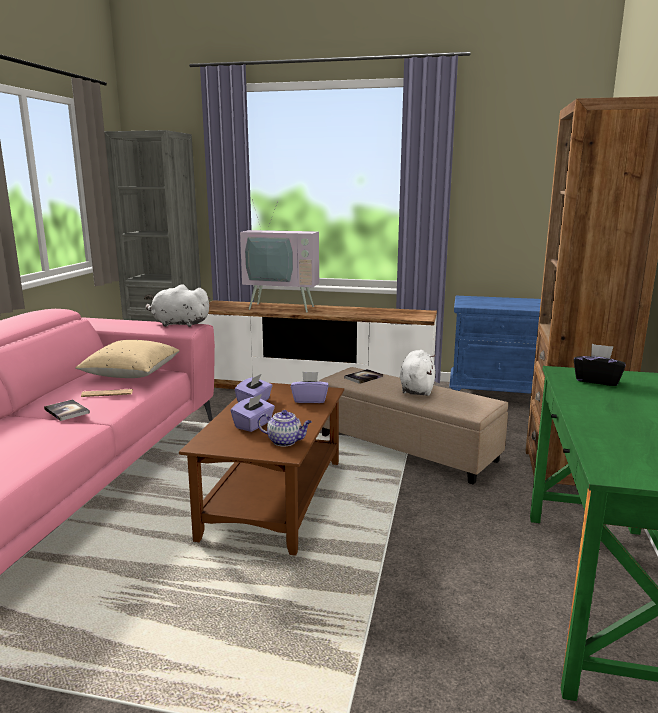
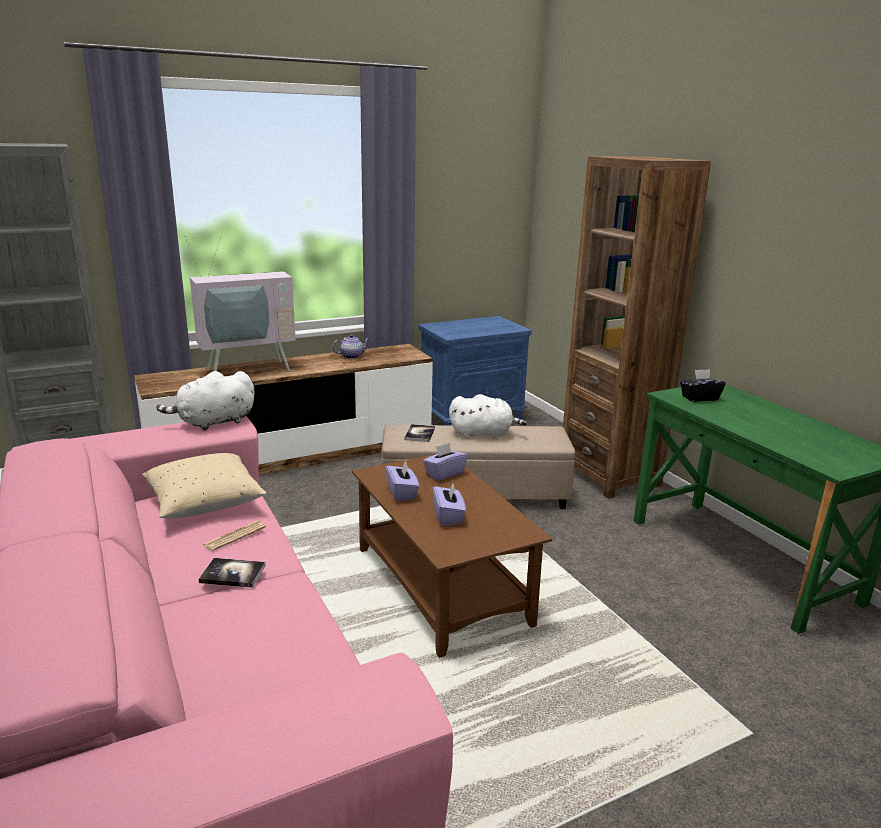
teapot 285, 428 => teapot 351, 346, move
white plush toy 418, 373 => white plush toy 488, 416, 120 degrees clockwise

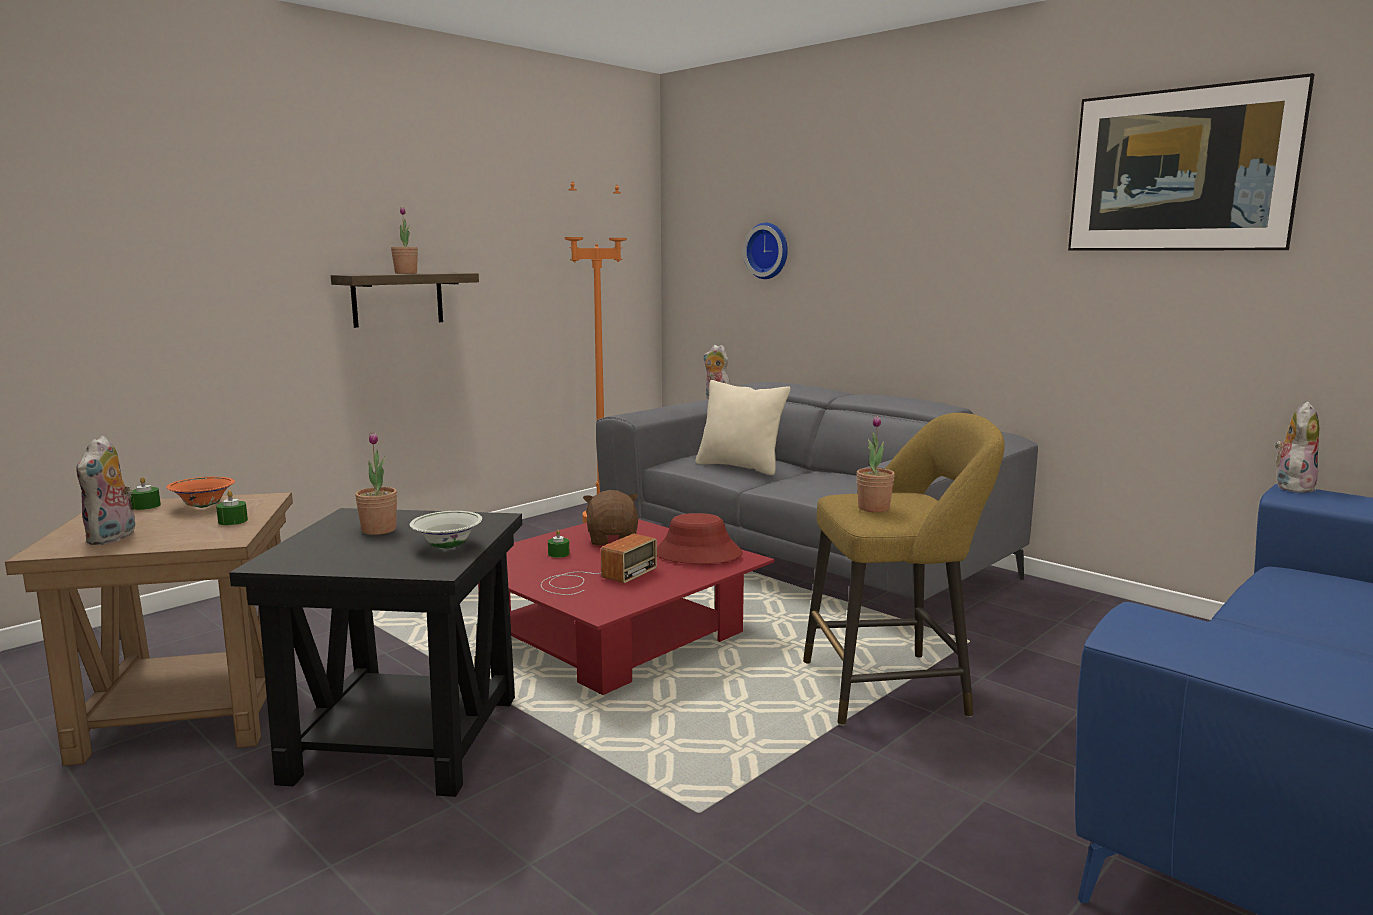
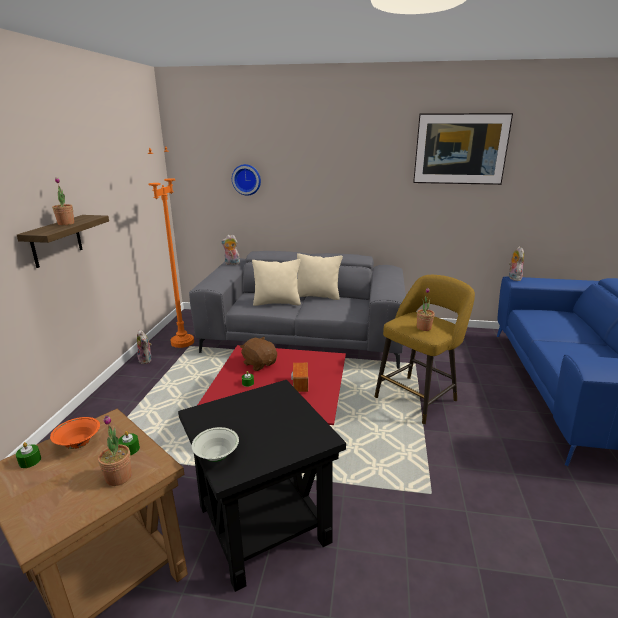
plush toy 105, 490 => plush toy 144, 347, move
potted plant 376, 483 => potted plant 115, 450, move
white bowl 446, 530 => white bowl 215, 444, move
red hat 700, 538 => nothing
nothing => beige pillow 320, 276

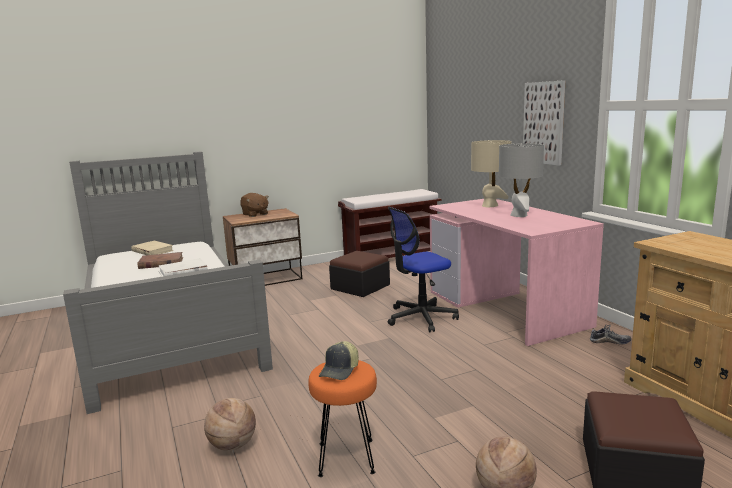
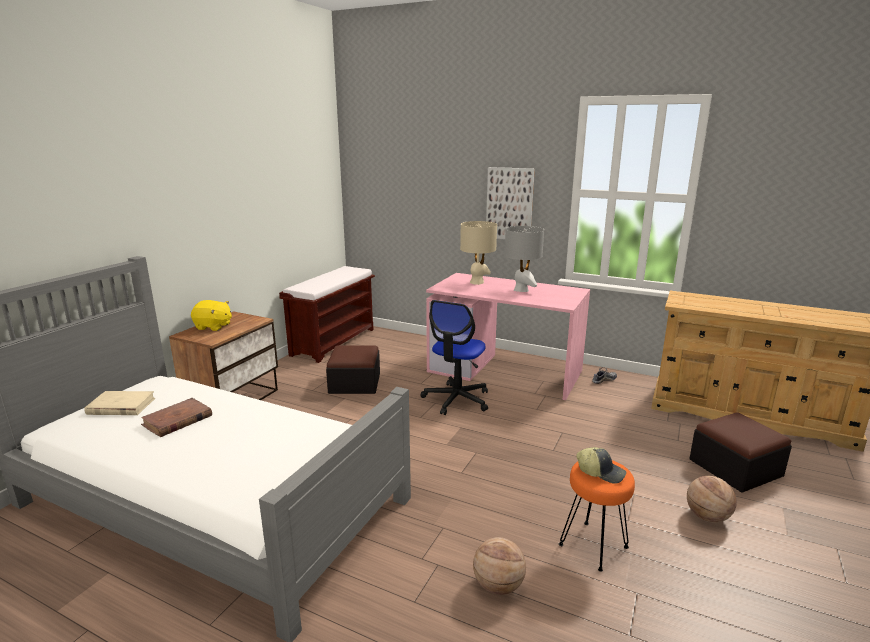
white book 183, 267 => nothing
brown plush toy 254, 205 => yellow plush toy 211, 315
cap 339, 360 => cap 601, 465, 45 degrees counterclockwise

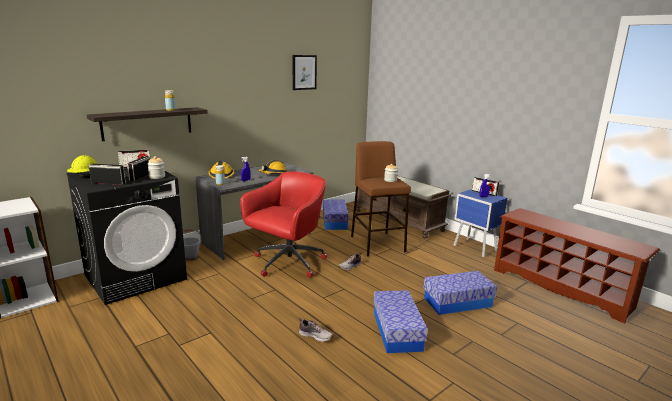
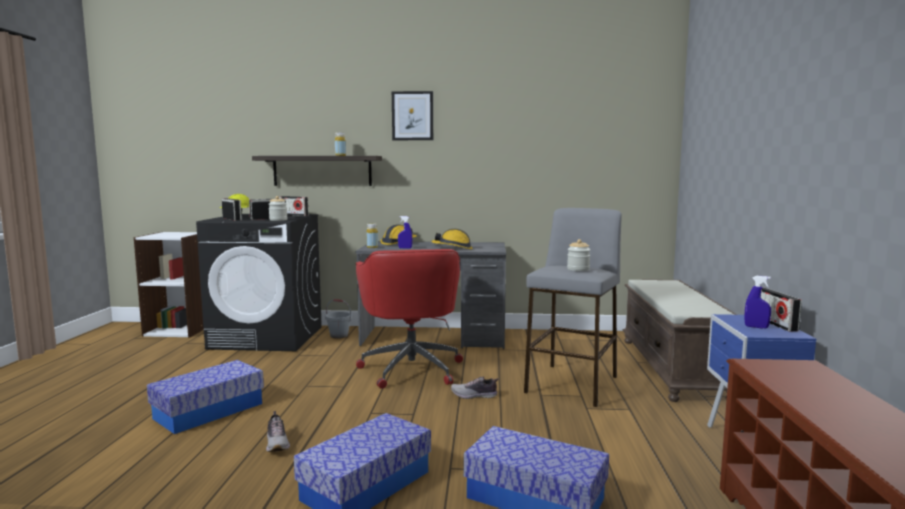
red office chair 283, 224 => red office chair 409, 319, 90 degrees clockwise
picture 304, 72 => picture 412, 115, move
storage box 336, 215 => storage box 205, 397, move
brown stool 381, 199 => grey stool 573, 307

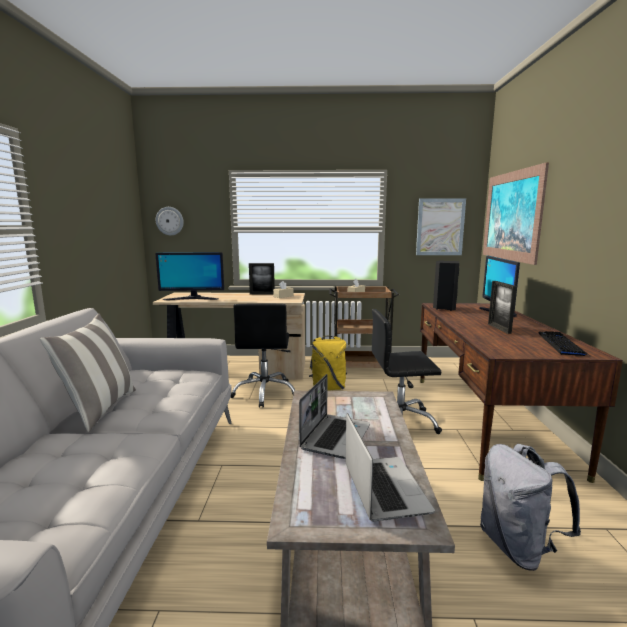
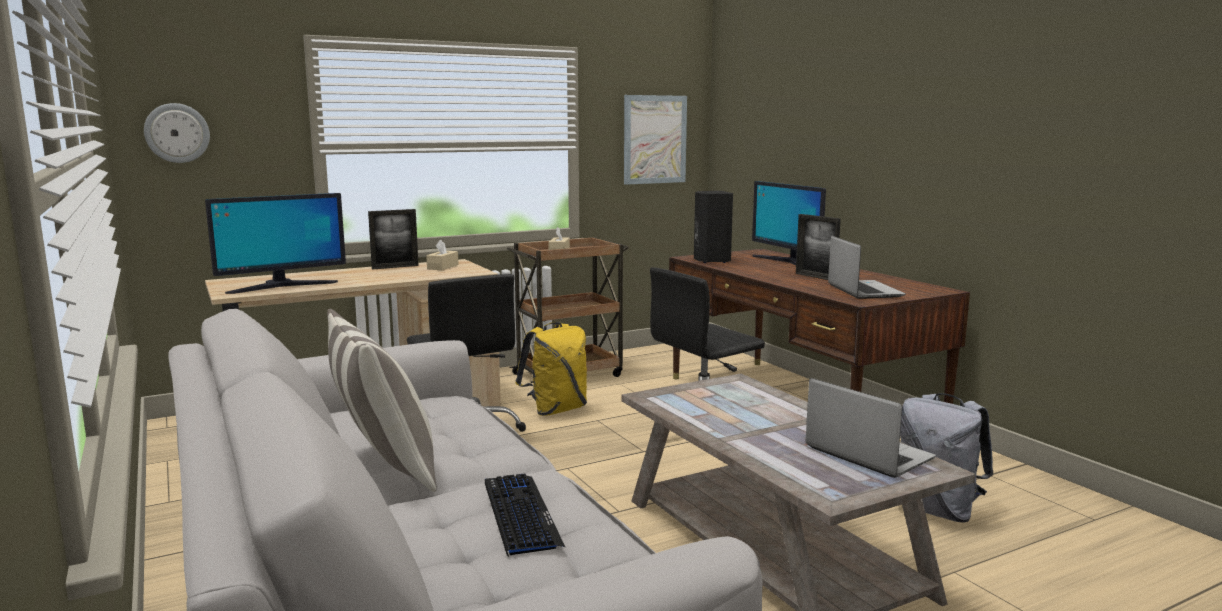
laptop 334, 416 => laptop 867, 267, move
picture 516, 213 => nothing
keyboard 563, 343 => keyboard 525, 515, move

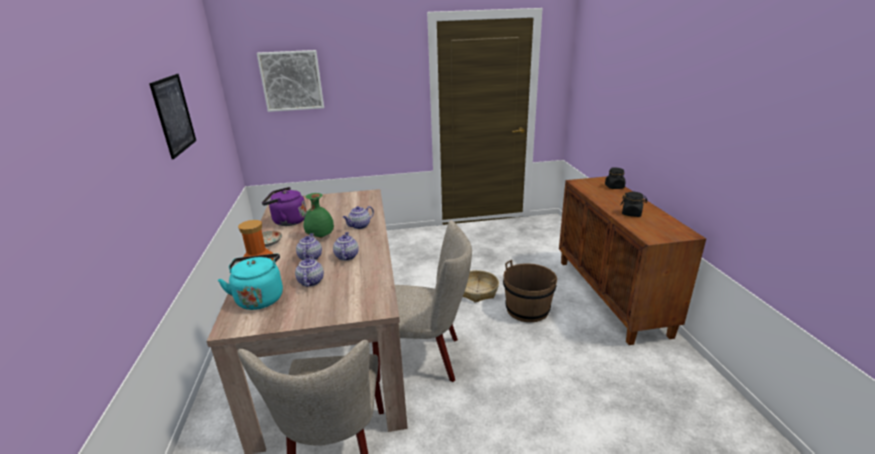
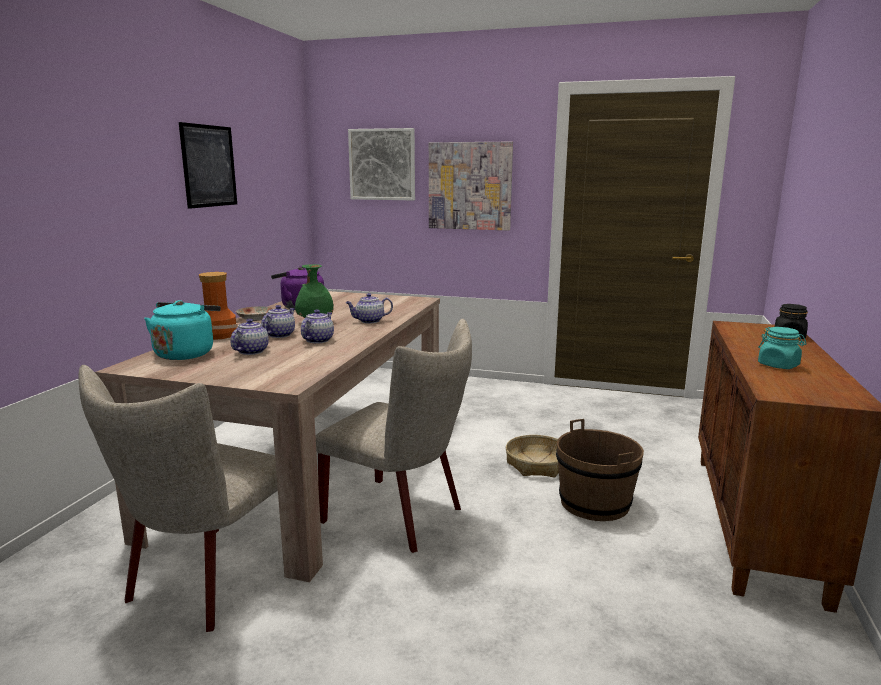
black jar 634, 204 => turquoise jar 782, 348
nothing => picture 471, 186

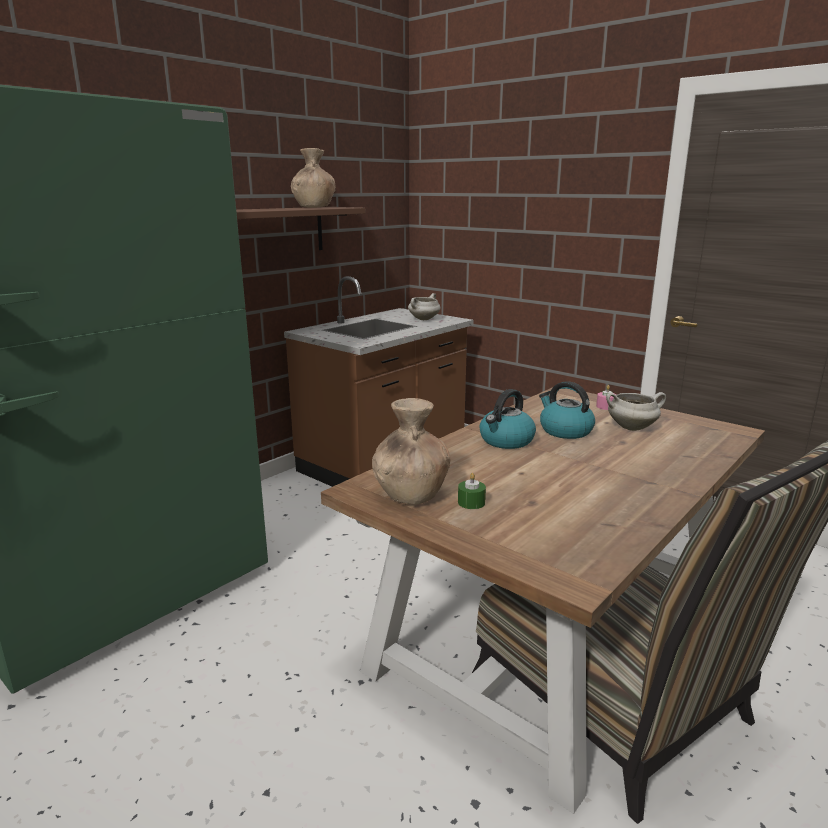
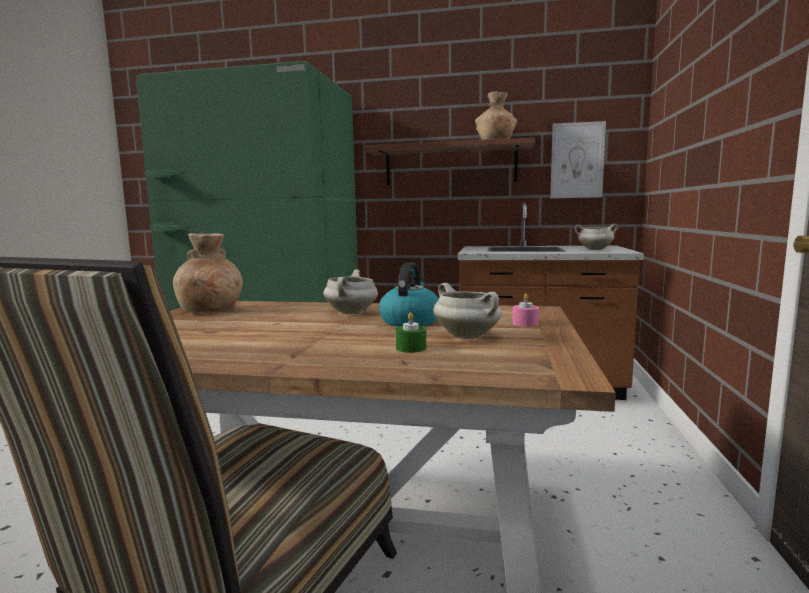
green candle 472, 491 => green candle 410, 332, move
kettle 508, 419 => white cooking pot 350, 292
nothing => picture 578, 159

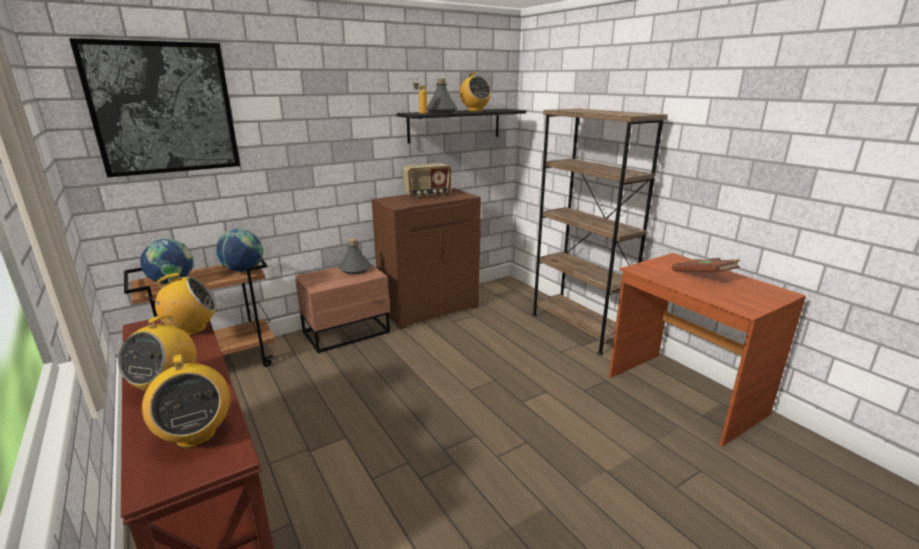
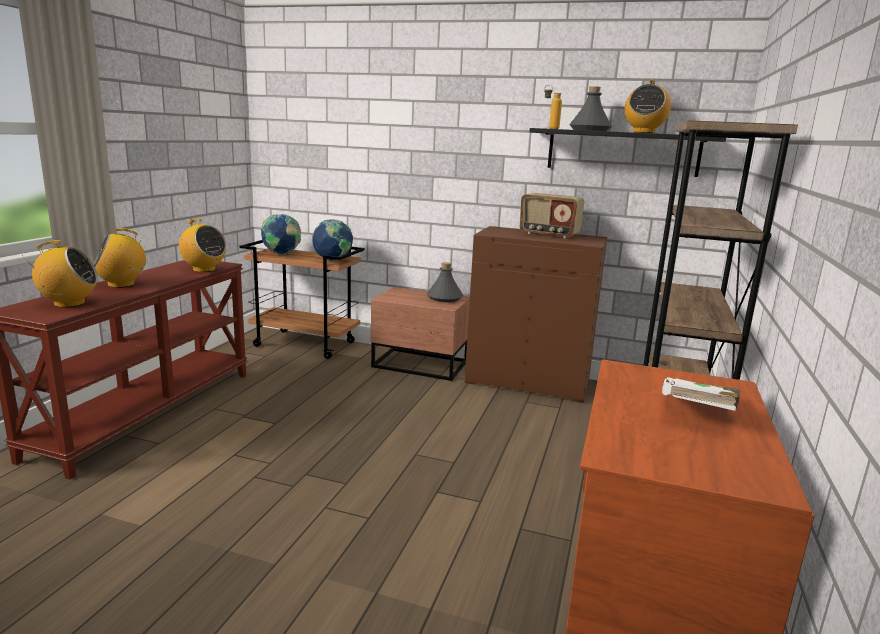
picture 154, 107 => nothing
radio 186, 401 => radio 60, 274, 120 degrees counterclockwise
brown book 706, 265 => white book 701, 394

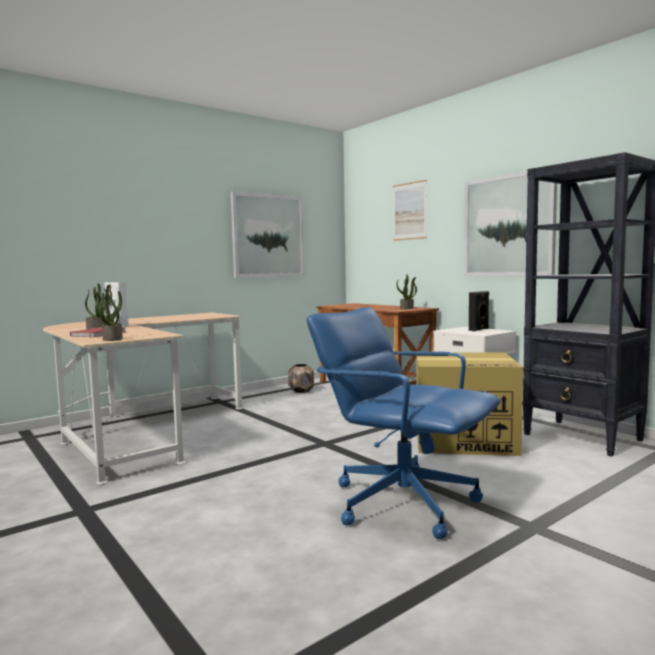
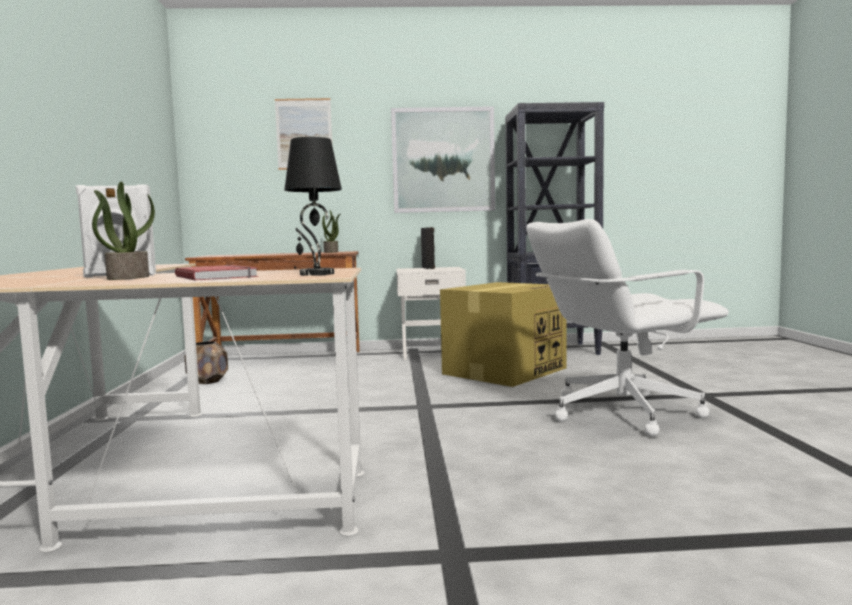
potted plant 108, 313 => black table lamp 313, 206
picture 268, 235 => nothing
blue office chair 404, 423 => white office chair 627, 327

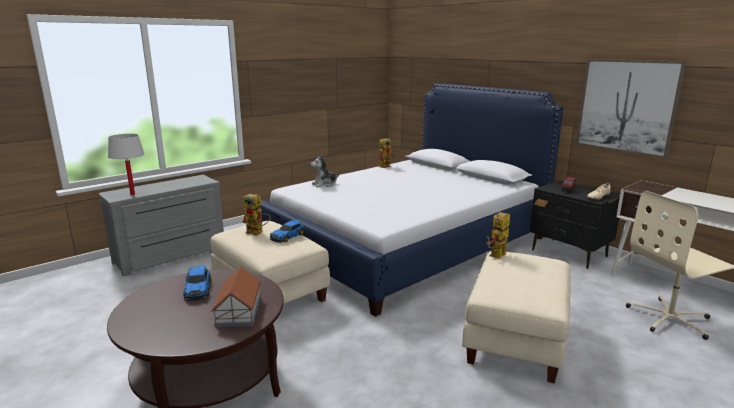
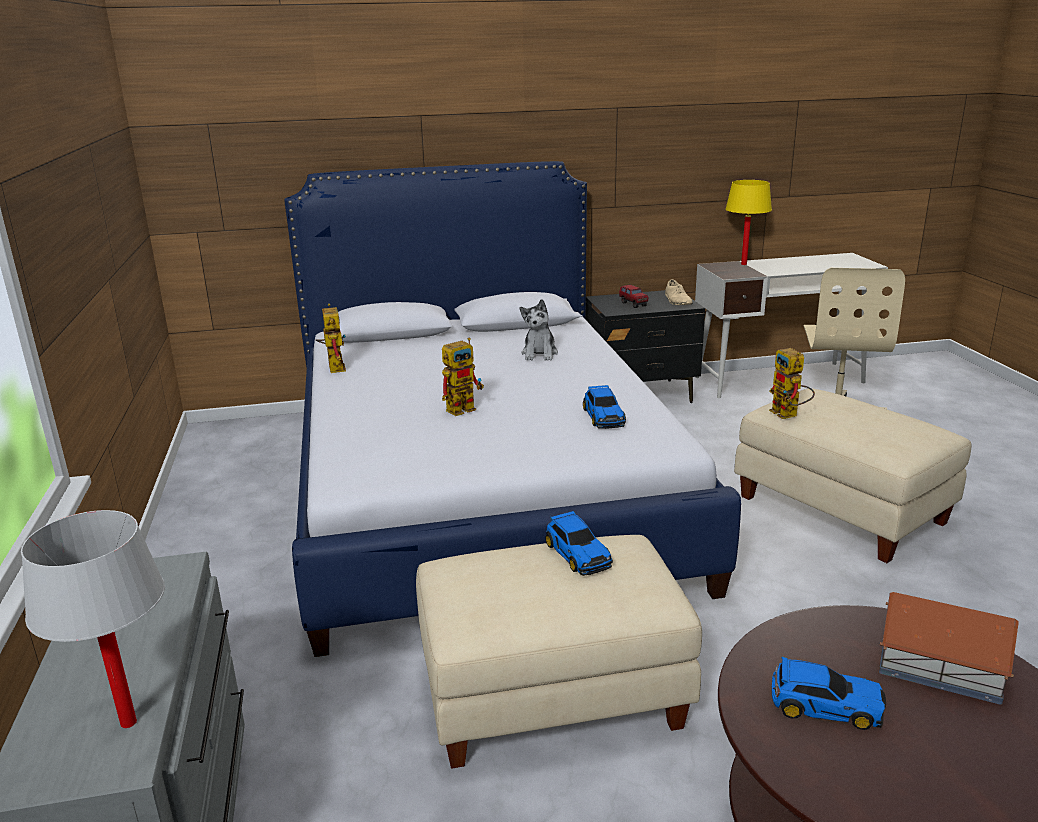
toy robot 256, 215 => toy robot 463, 377, move
plush toy 325, 170 => plush toy 539, 330, move
picture 631, 108 => nothing
nothing => toy car 604, 407
nothing => yellow table lamp 748, 222

